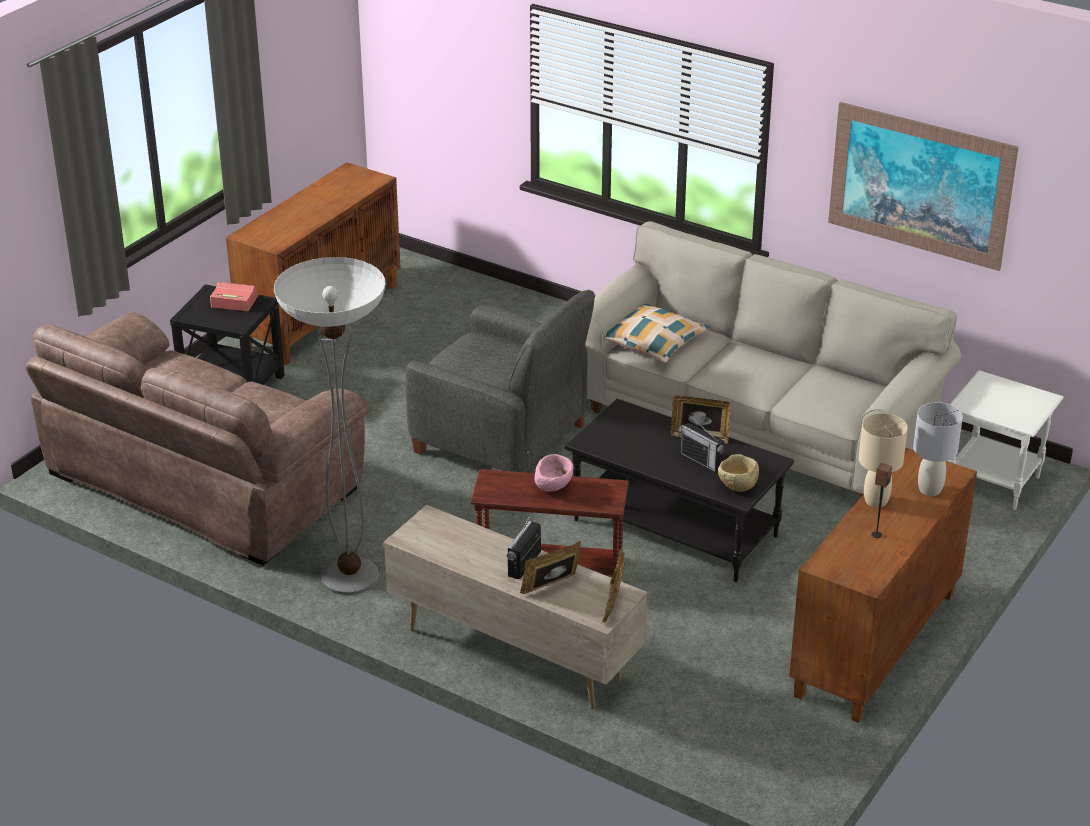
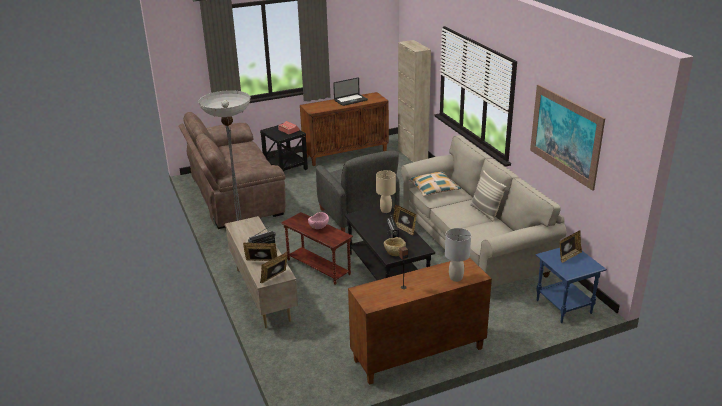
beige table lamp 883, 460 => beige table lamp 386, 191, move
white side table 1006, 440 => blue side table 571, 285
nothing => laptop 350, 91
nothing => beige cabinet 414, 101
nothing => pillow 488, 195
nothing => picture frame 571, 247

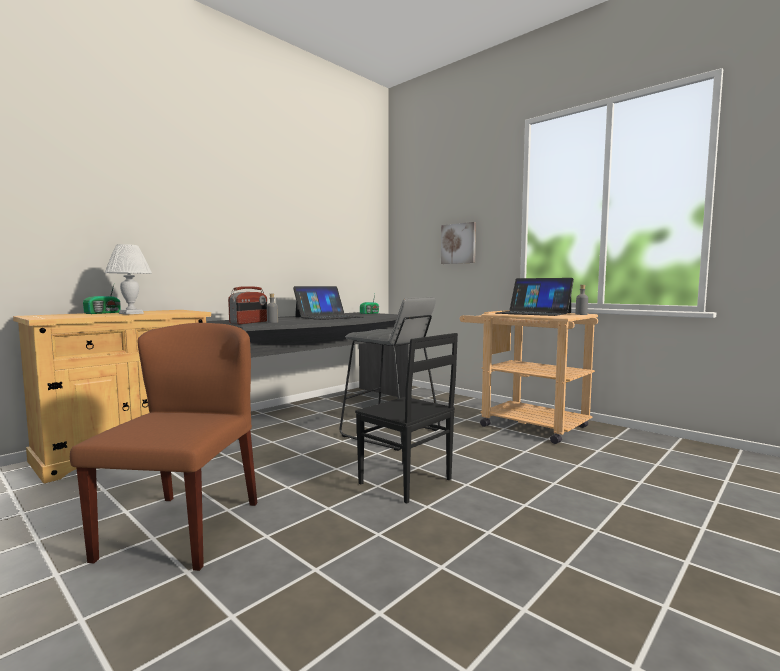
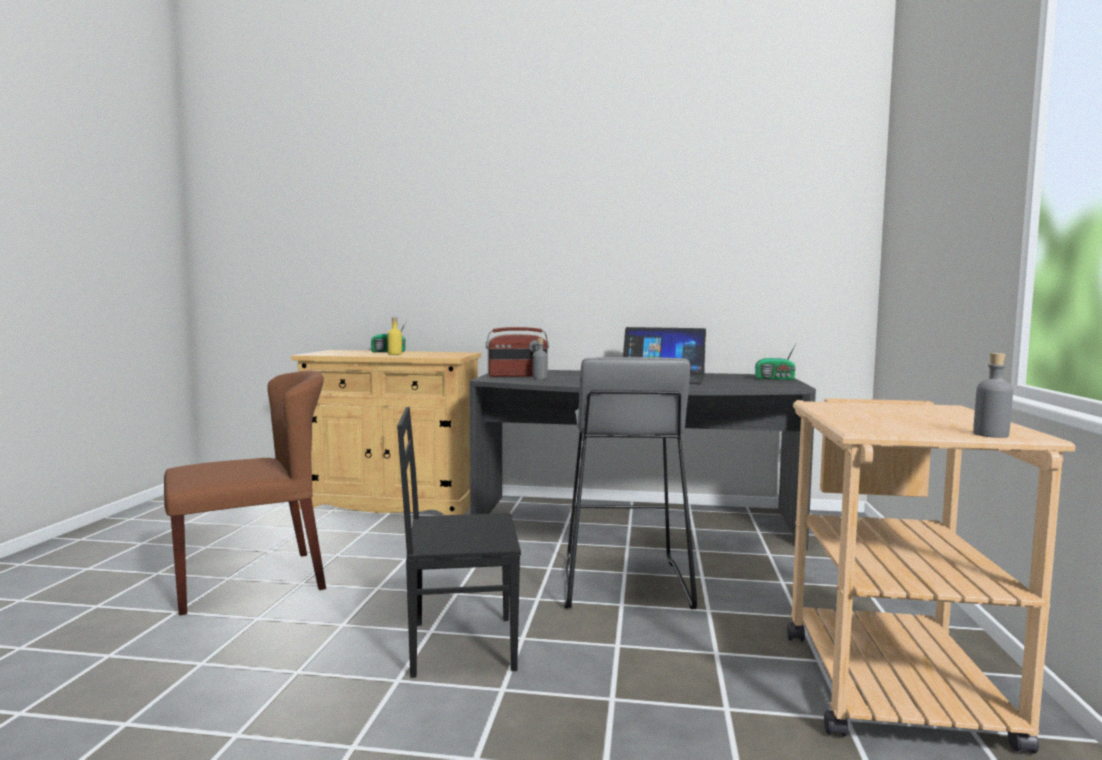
white table lamp 128, 279 => yellow bottle 395, 336
black chair 406, 418 => black chair 459, 542, 75 degrees clockwise
picture 458, 243 => nothing
laptop 534, 297 => nothing

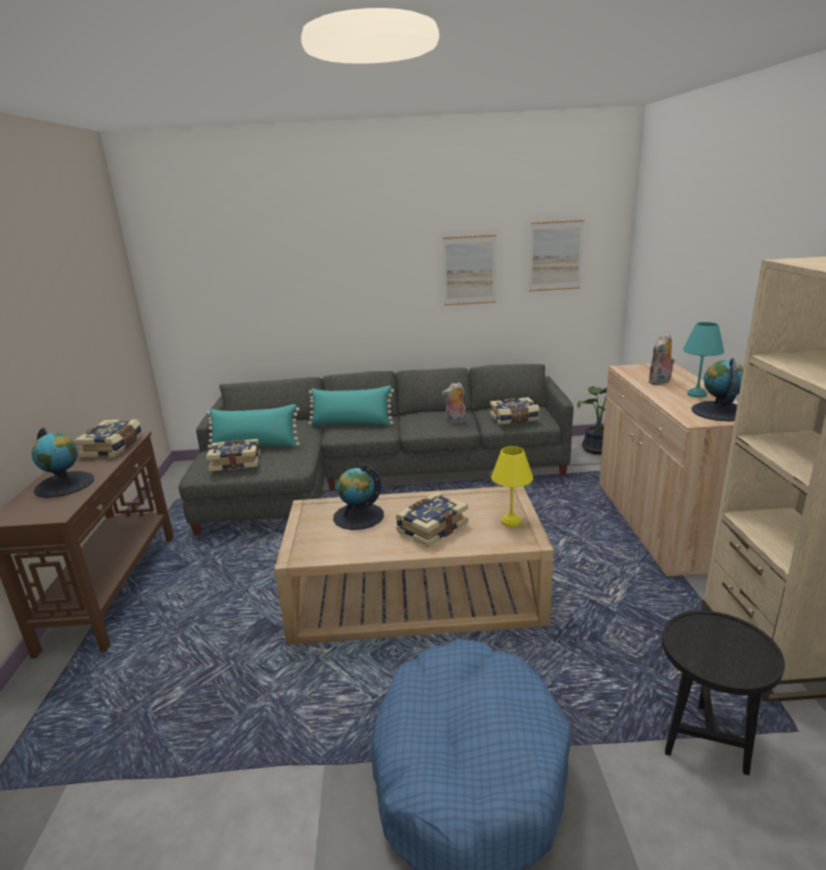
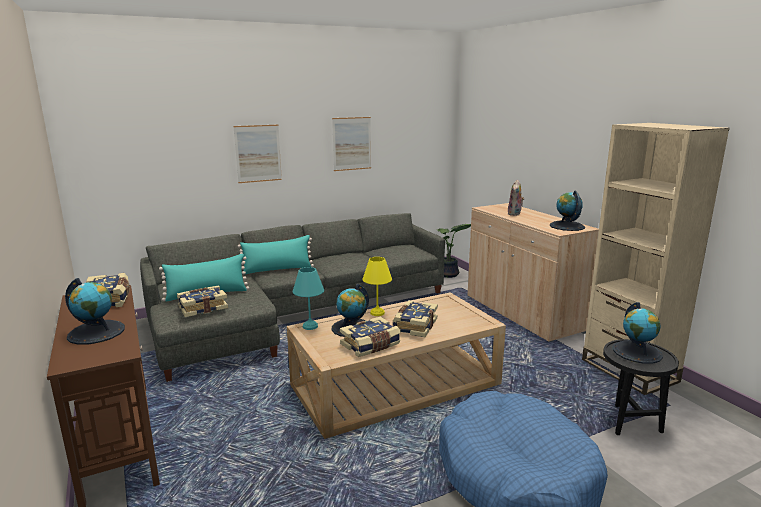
plush toy 454, 403 => nothing
book 514, 411 => book 370, 337, move
yellow table lamp 512, 486 => yellow table lamp 377, 286, move
picture 556, 255 => picture 257, 153, move
turquoise table lamp 703, 360 => turquoise table lamp 308, 298, move
nothing => globe 638, 333

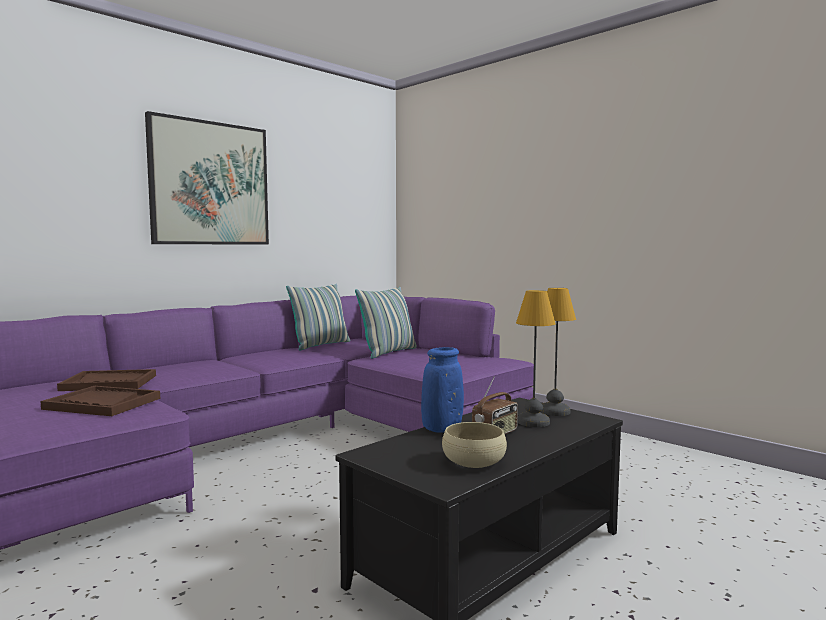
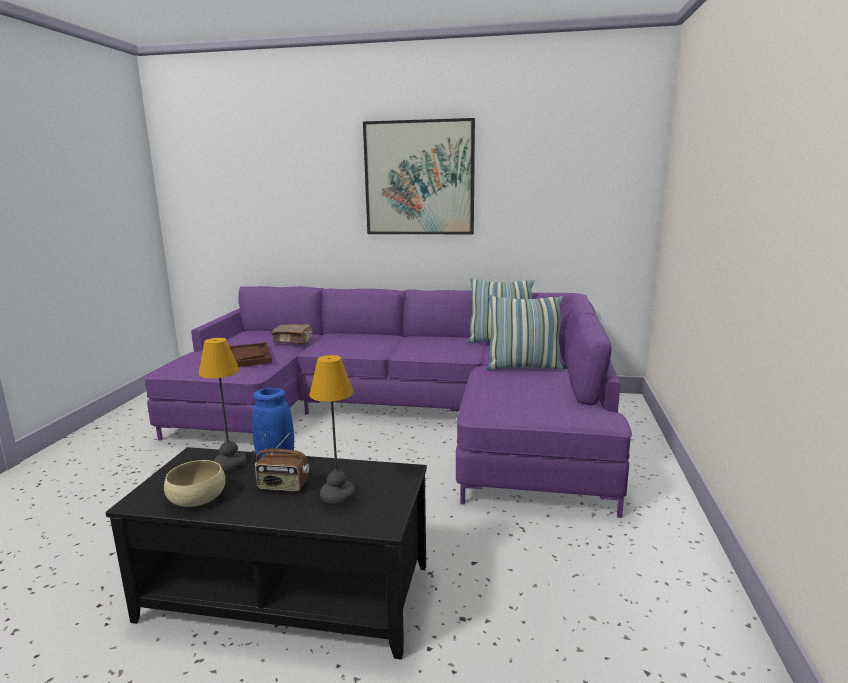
brown tray 106, 380 => brown book 292, 334
table lamp 558, 352 => table lamp 222, 404, move

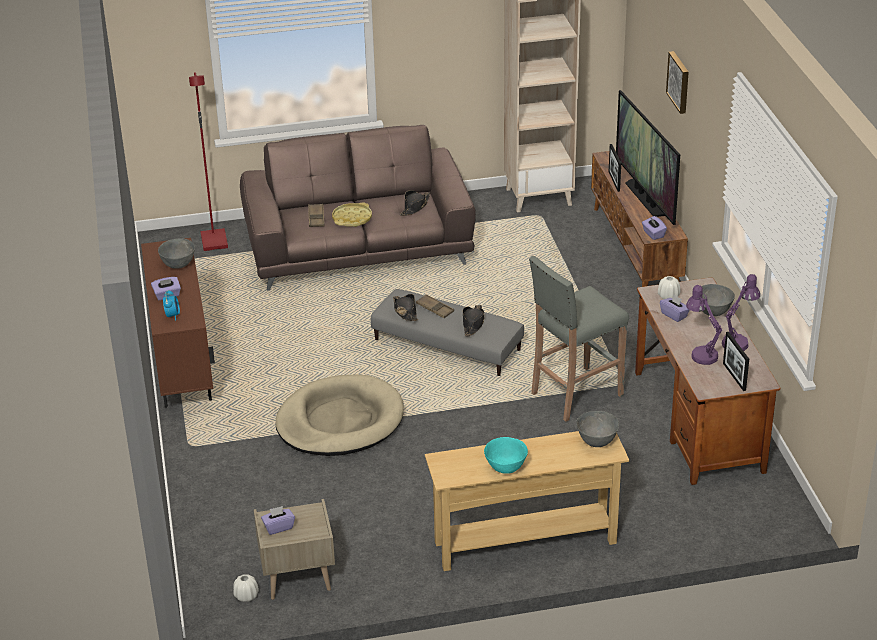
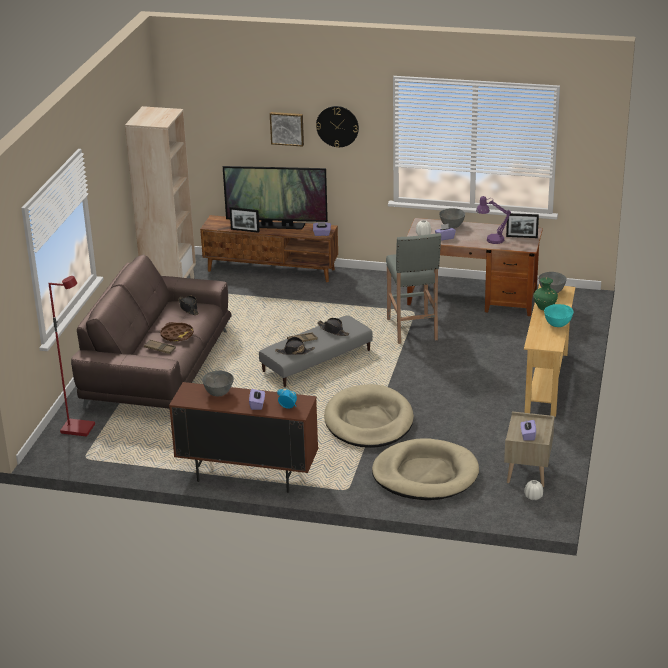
yellow tray 352, 215 => brown tray 177, 331
purple table lamp 741, 312 => nothing
nothing => wall clock 337, 127
nothing => beige dog bed 425, 469
nothing => green vase 545, 293

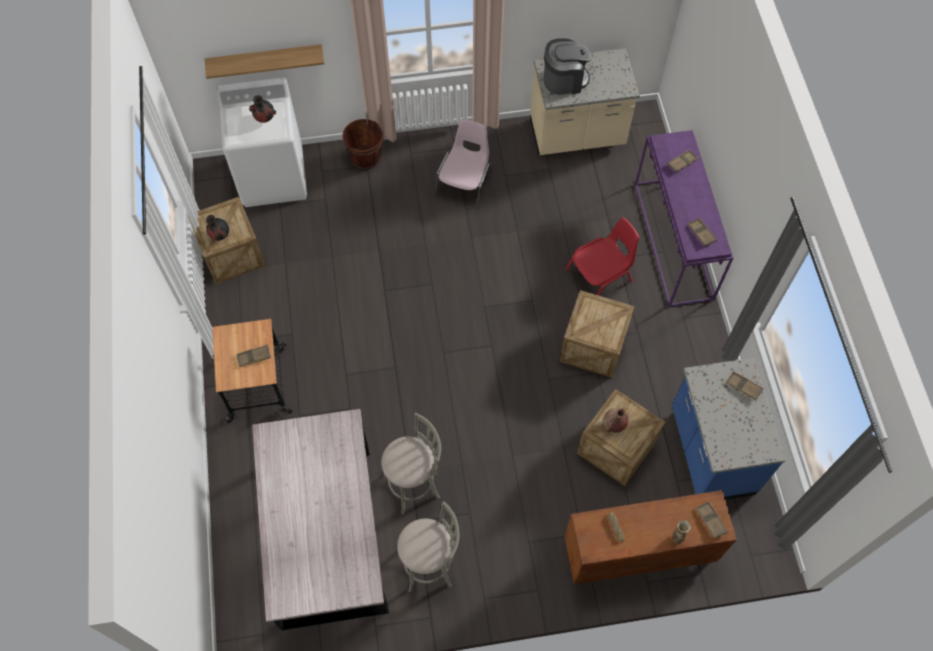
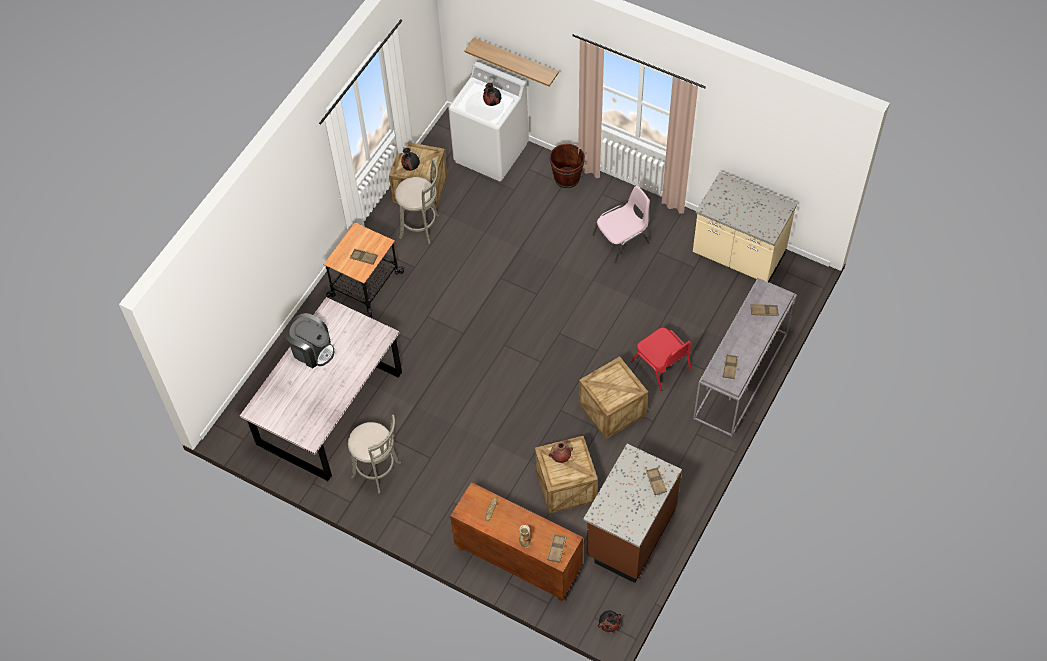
grey stool 411, 464 => grey stool 417, 201, move
coffee machine 568, 67 => coffee machine 309, 340, move
red chair 602, 256 => red chair 661, 359, 45 degrees clockwise
purple console table 684, 218 => grey console table 745, 357
blue counter 729, 429 => brown counter 632, 513
nothing => black vase 609, 621

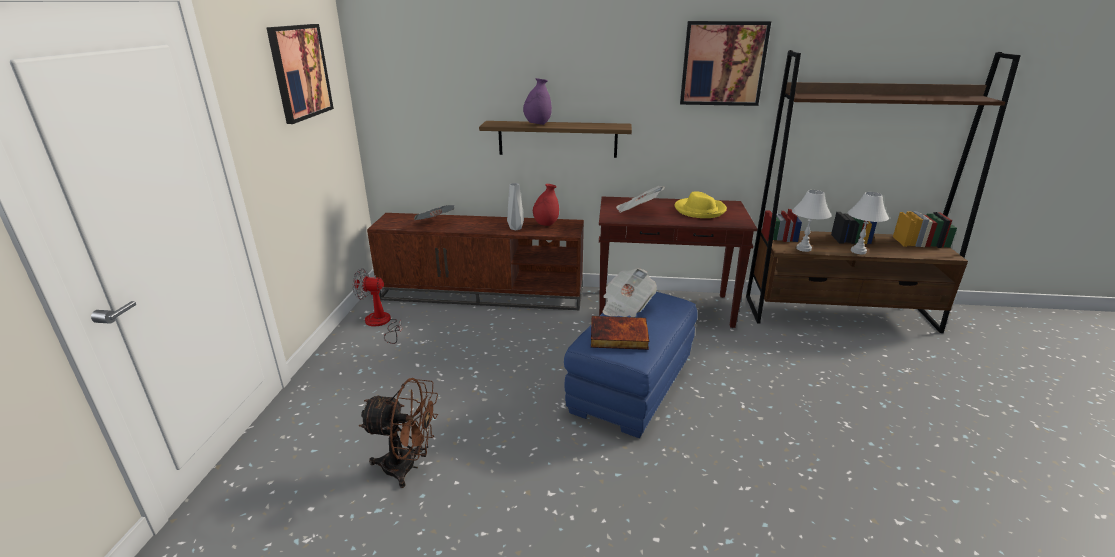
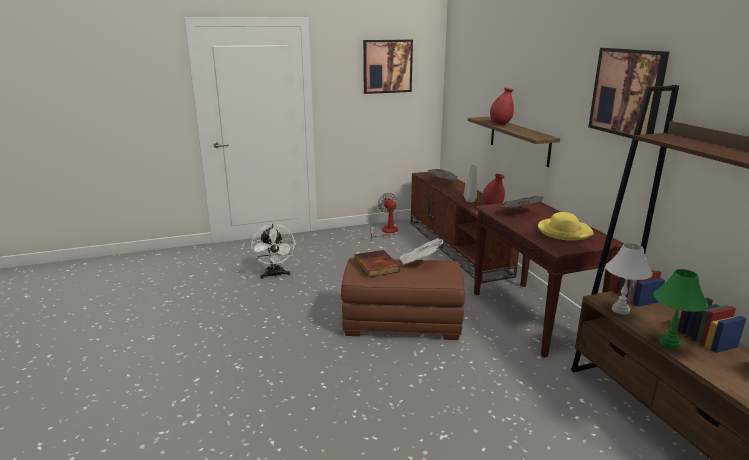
brown fan 398, 433 => white fan 273, 251
purple vase 537, 101 => red vase 502, 106
blue ottoman 631, 365 => brown ottoman 403, 299
white table lamp 868, 223 => green table lamp 680, 309

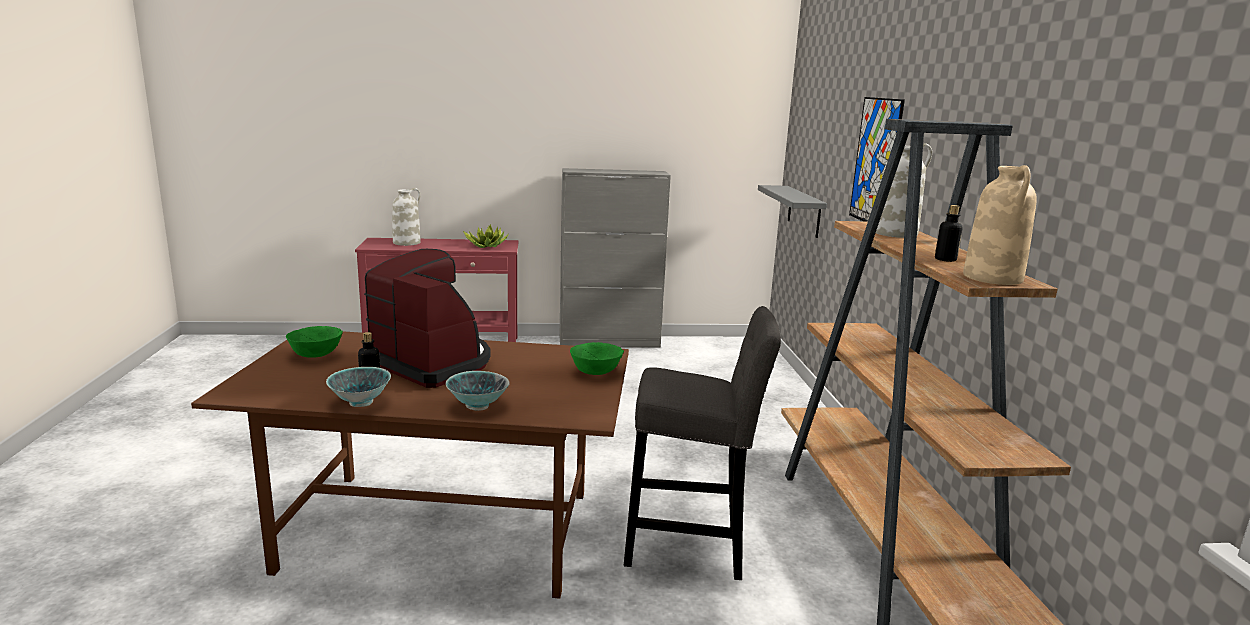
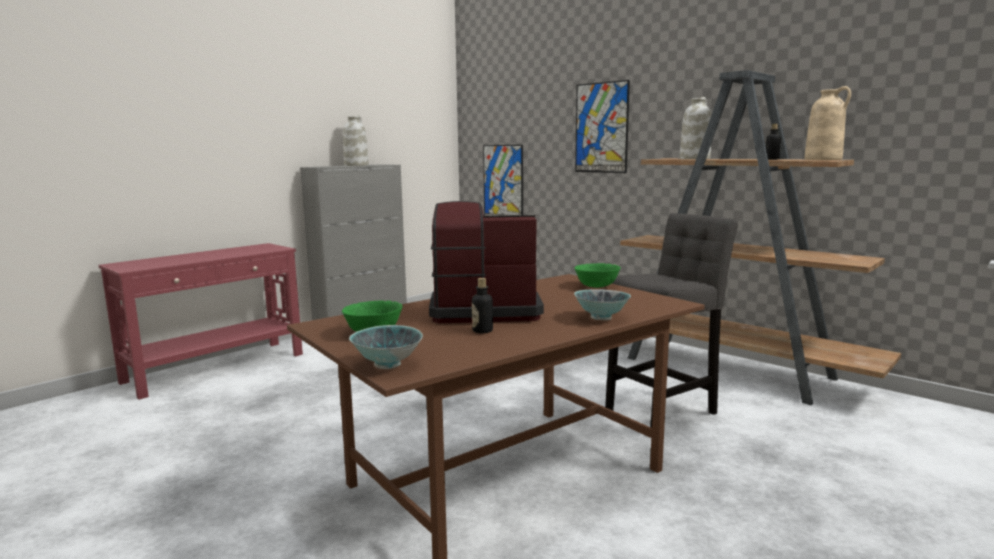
bowl 358, 387 => bowl 386, 347, move
white vase 406, 217 => white vase 356, 140, move
potted plant 486, 236 => nothing
grey shelf 792, 211 => picture 503, 180

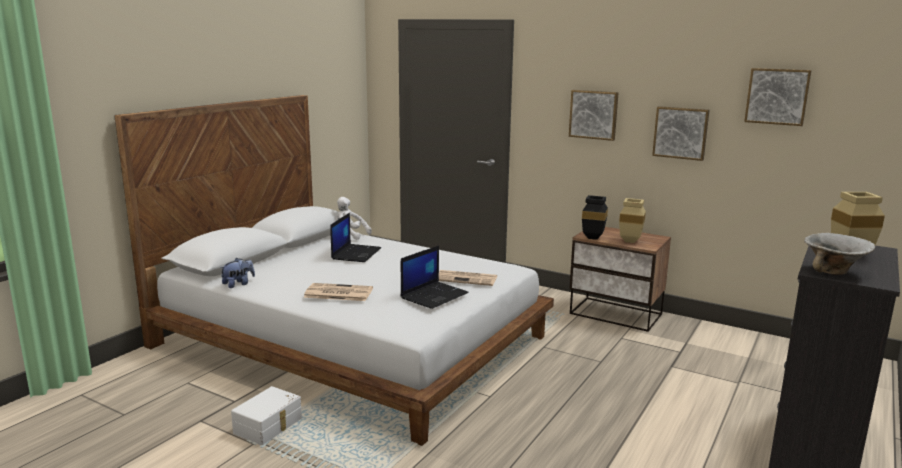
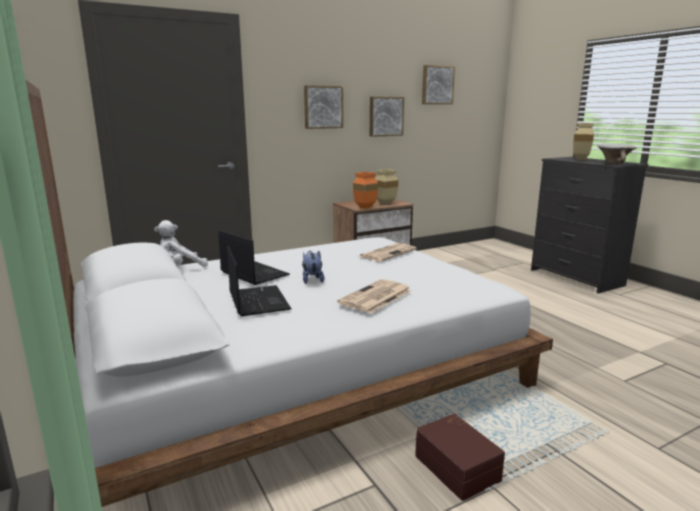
plush toy 237, 273 => plush toy 313, 267, move
white storage box 266, 415 => brown storage box 460, 457
laptop 435, 277 => laptop 259, 281, move
black vase 595, 217 => orange vase 365, 190

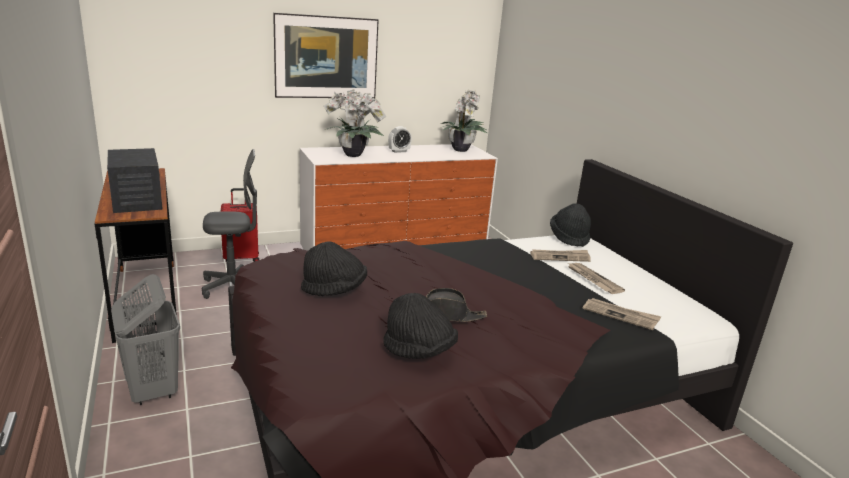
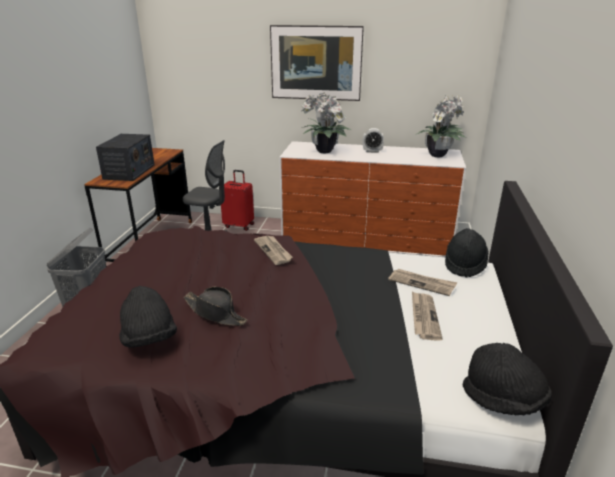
black hat 334, 268 => black hat 507, 379, move
newspaper 621, 314 => newspaper 273, 250, move

